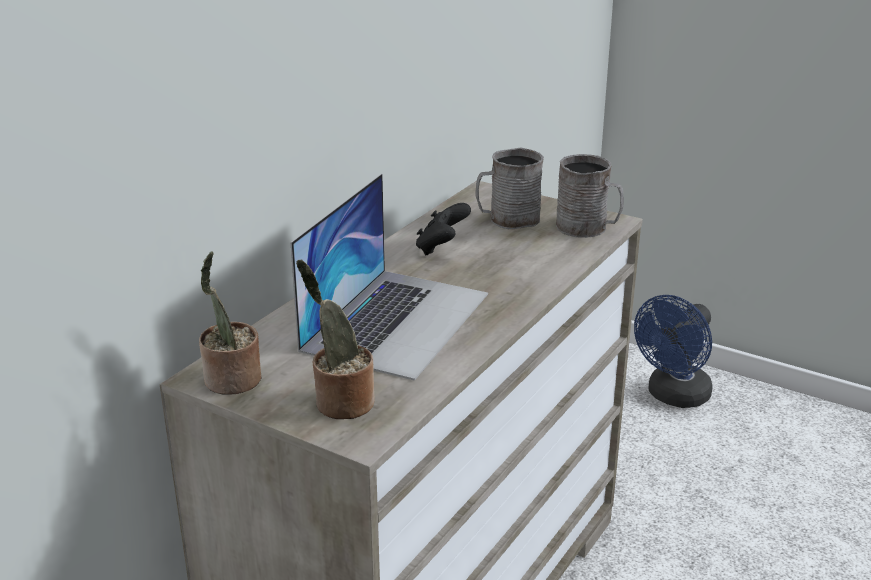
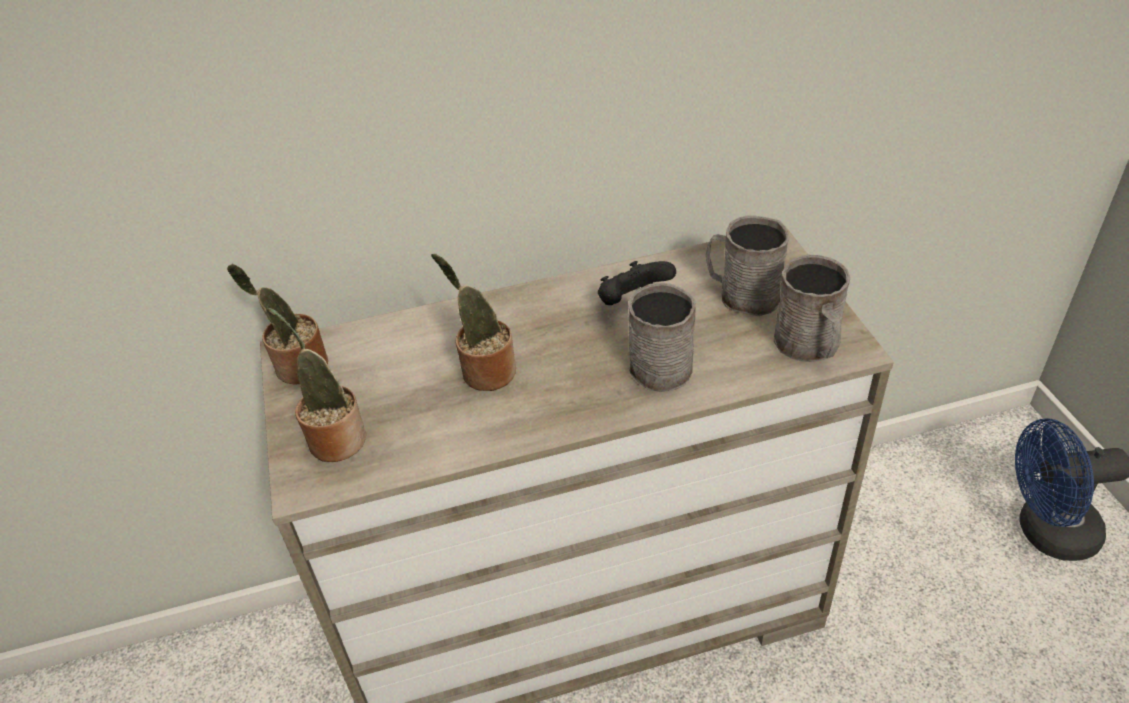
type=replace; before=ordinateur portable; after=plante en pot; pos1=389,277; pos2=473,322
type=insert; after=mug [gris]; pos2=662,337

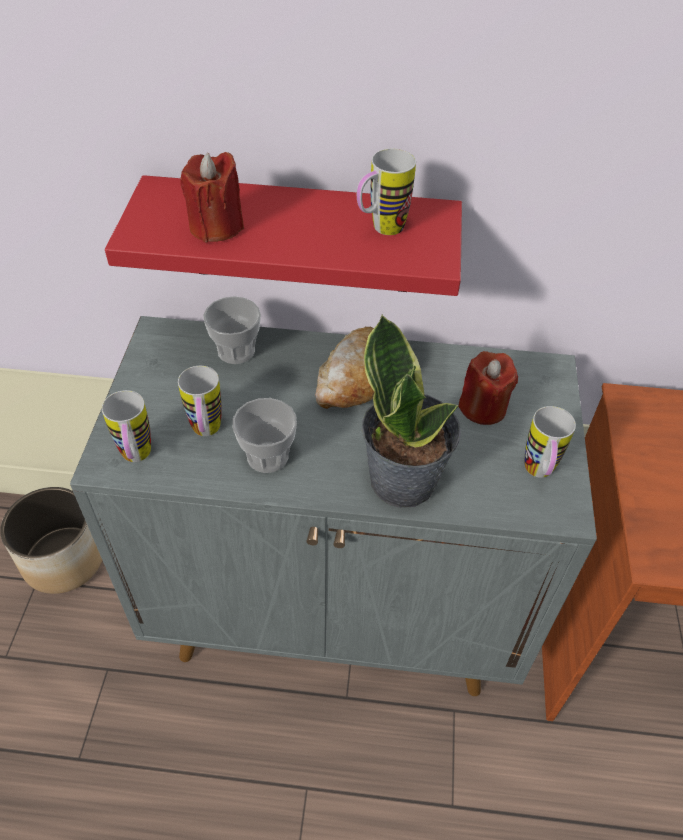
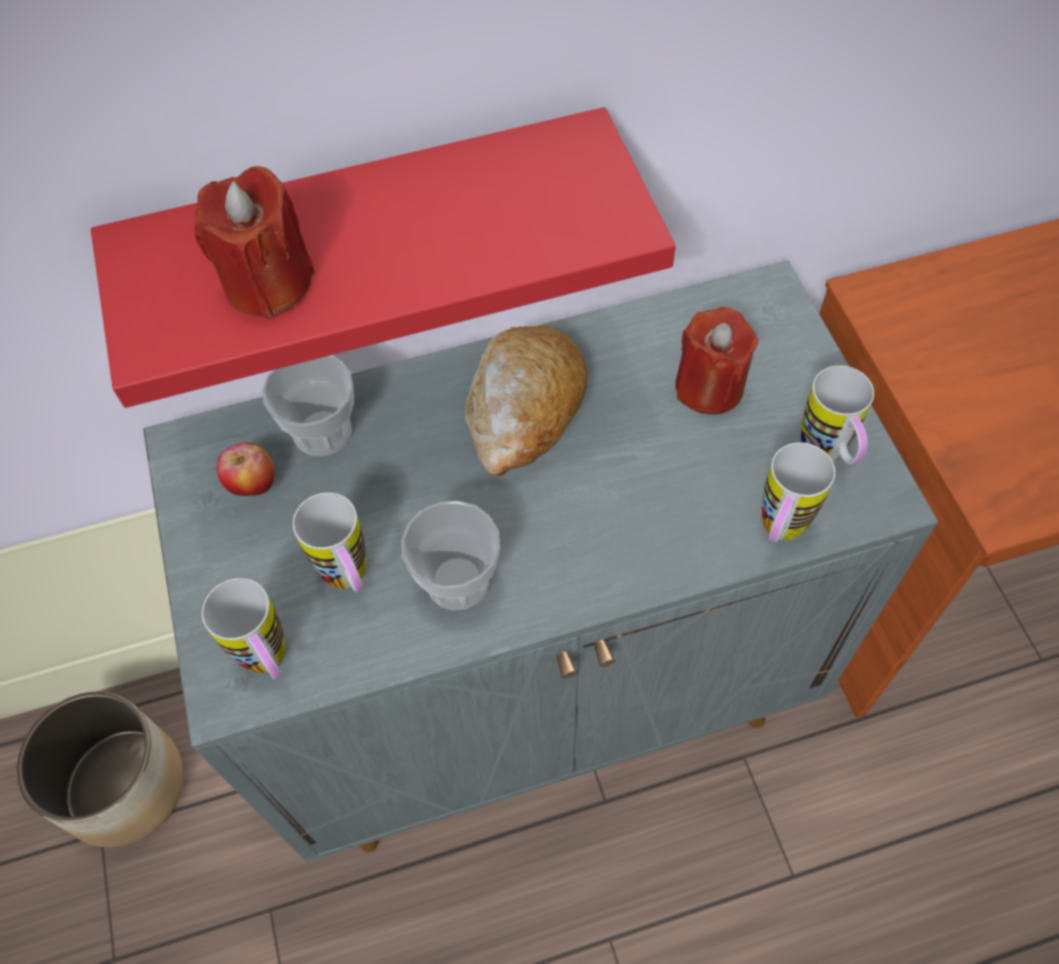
type=insert; after=pomme; pos2=245,469
type=move; before=mug; pos1=386,192; pos2=798,492
type=delete; before=plante en pot; pos1=411,411

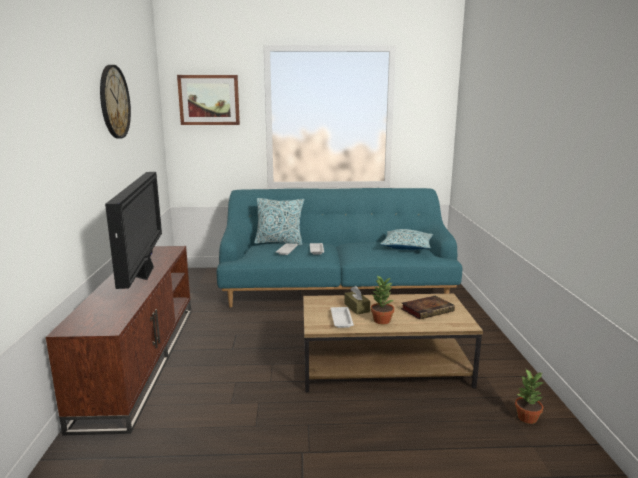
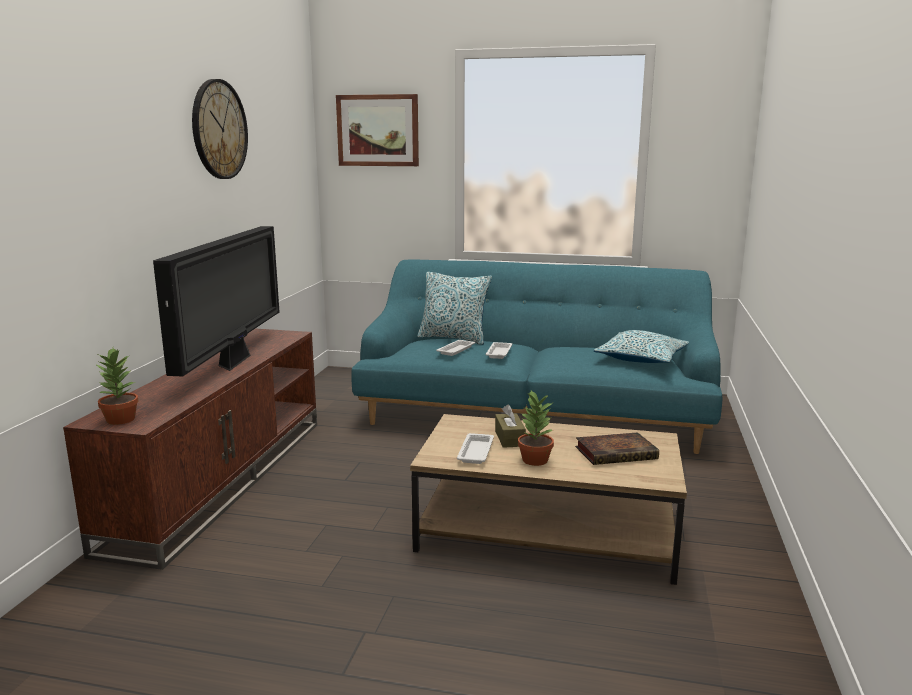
type=move; before=plante en pot; pos1=530,396; pos2=117,386

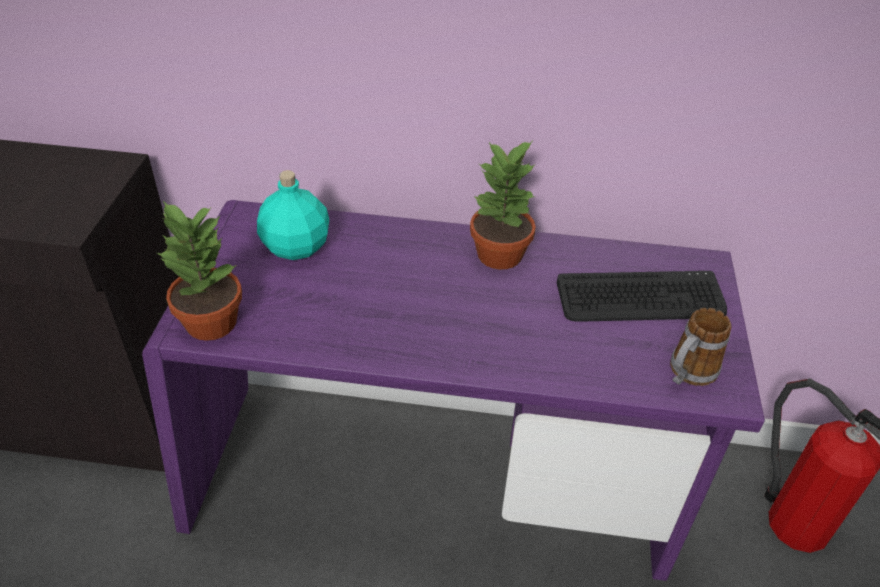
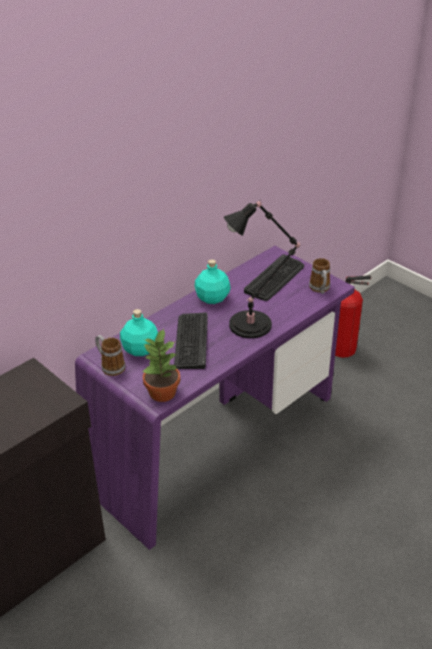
type=insert; after=mug; pos2=110,355
type=insert; after=clavier; pos2=191,340
type=replace; before=plante en pot; after=bouteille [turquoise]; pos1=503,205; pos2=212,281
type=insert; after=lampe de table [noir]; pos2=262,269

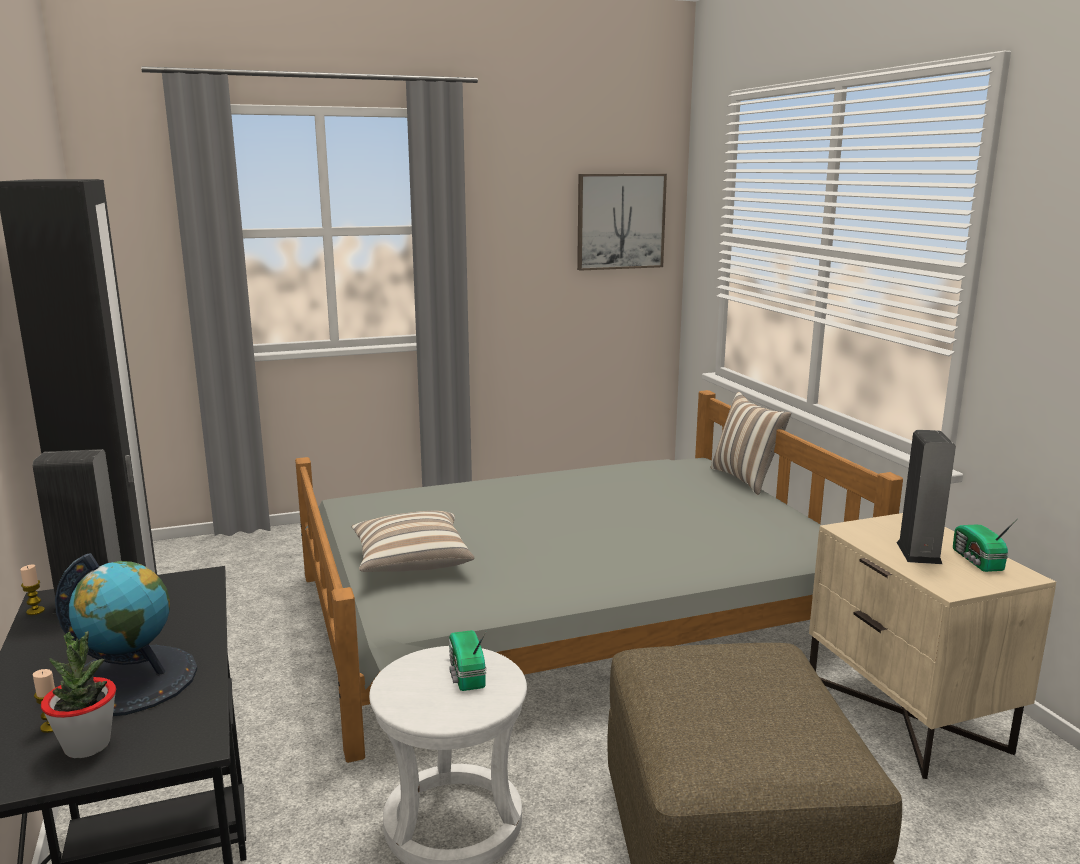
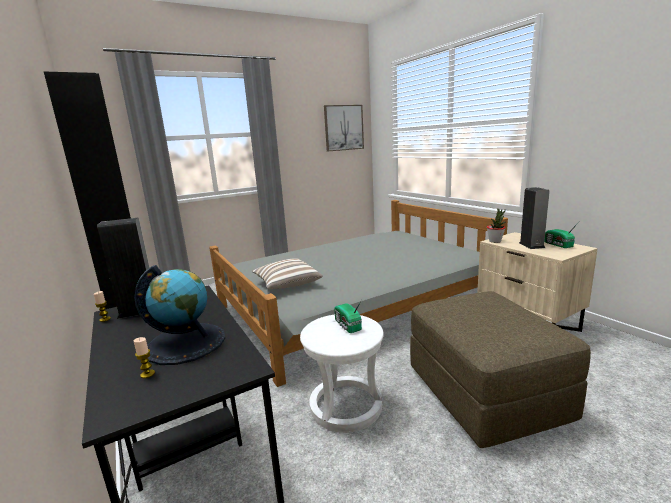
type=move; before=plante en pot; pos1=78,694; pos2=496,226
type=delete; before=coussin; pos1=751,443

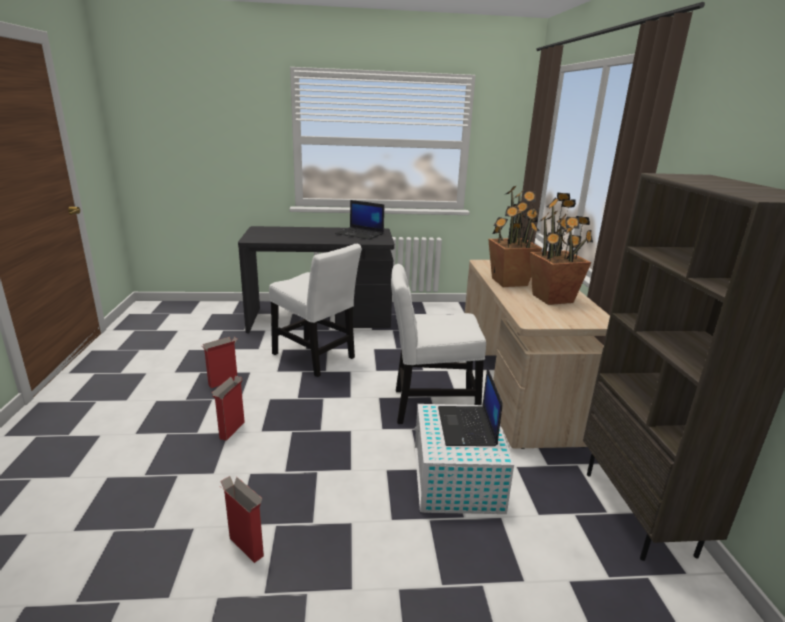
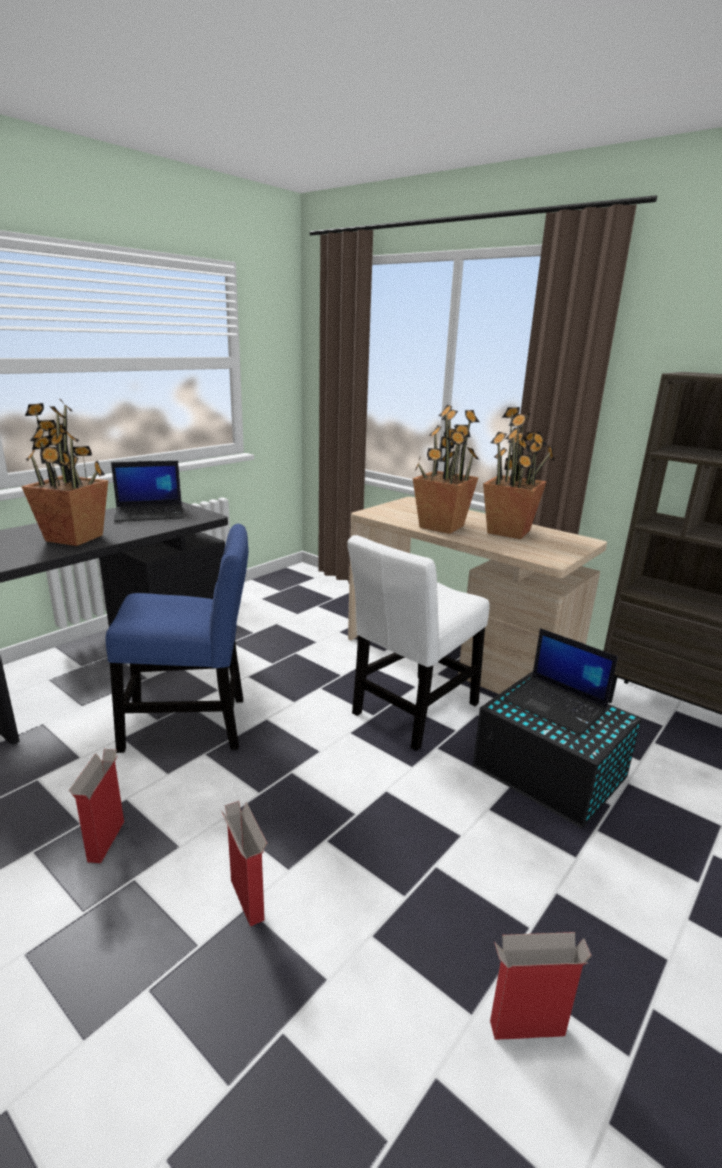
type=insert; after=plante en pot; pos2=64,472
type=recolor; before=chaise [blanc]; after=chaise [bleu]; pos1=315,310; pos2=177,638
type=recolor; before=boîte de rangement [blanc]; after=boîte de rangement [noir]; pos1=464,459; pos2=557,750

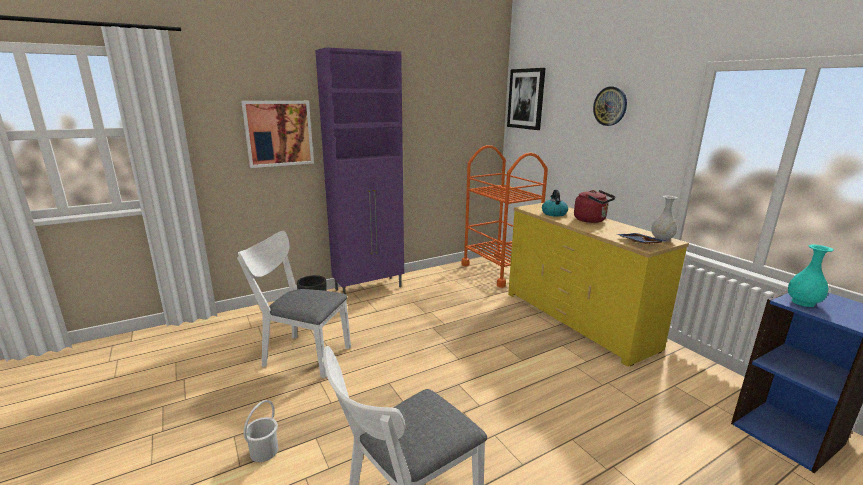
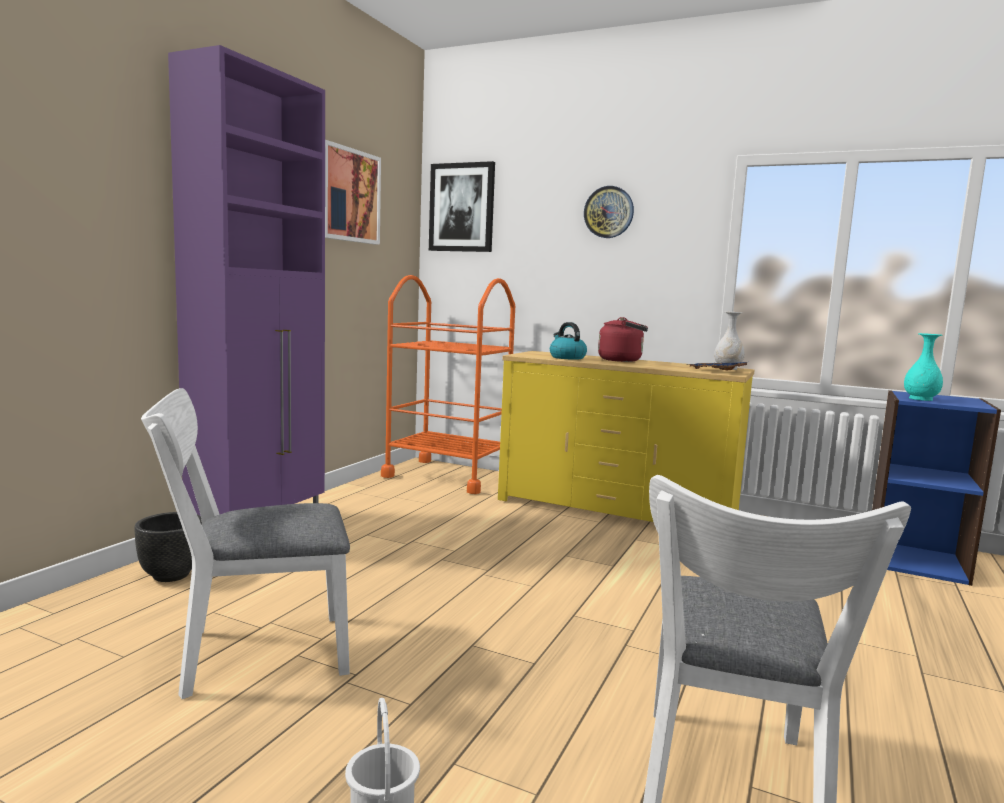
type=move; before=tableau; pos1=277,134; pos2=353,192

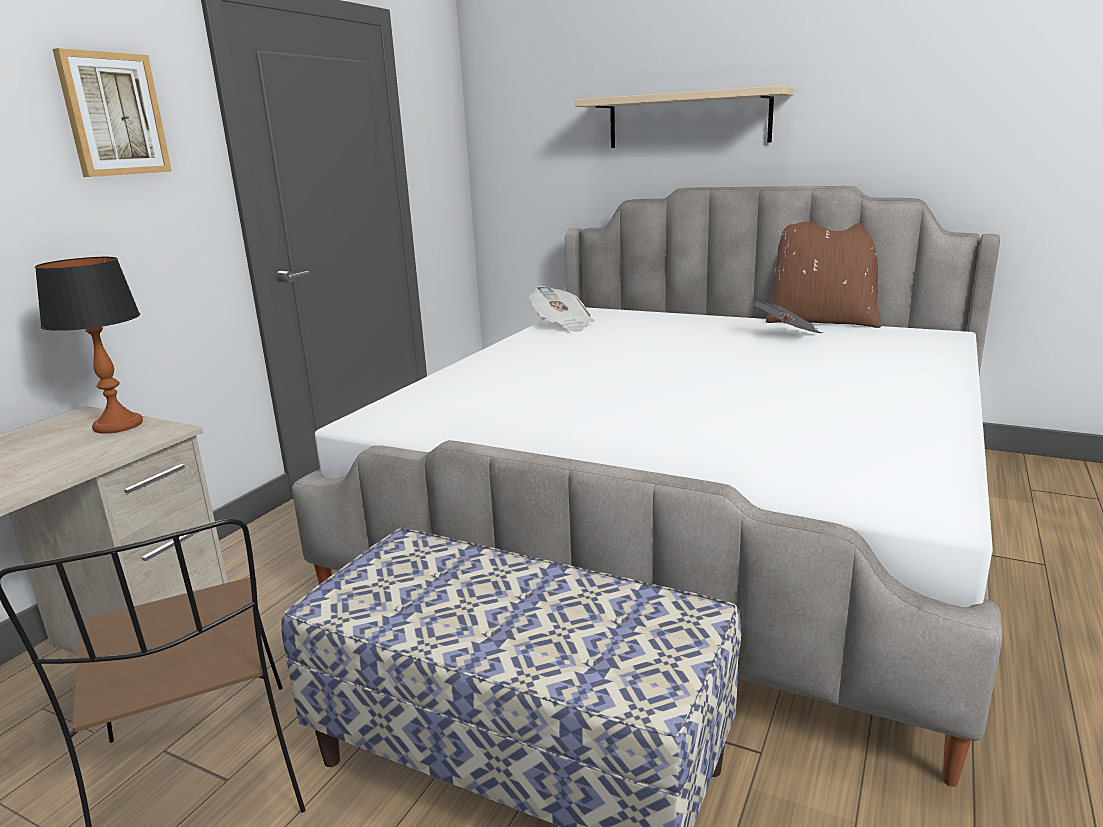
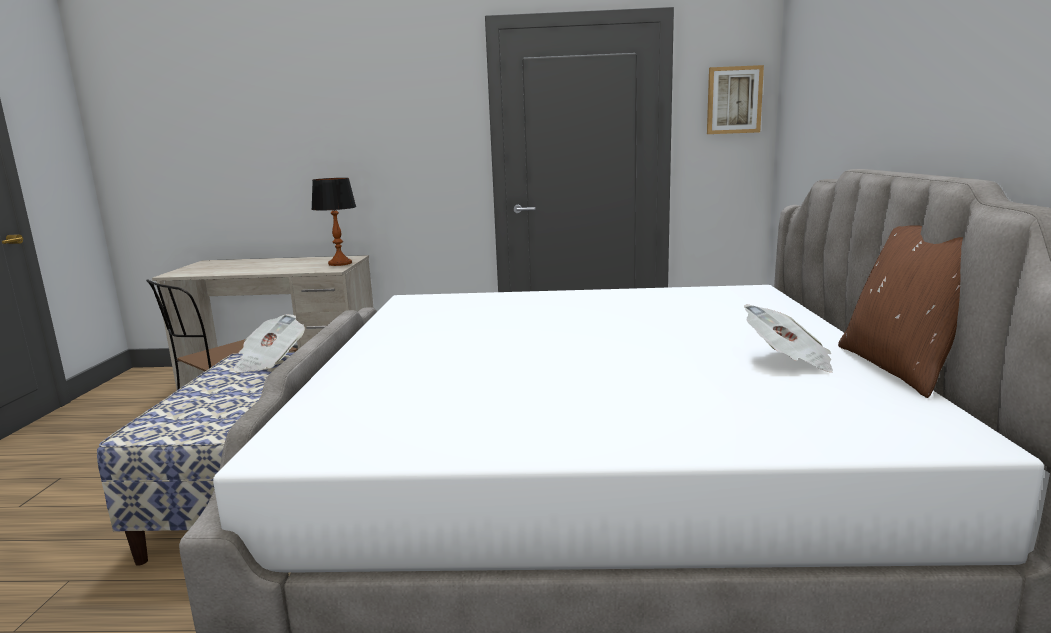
type=move; before=journal; pos1=561,309; pos2=269,343
type=move; before=tableau; pos1=112,112; pos2=735,99
type=delete; before=étagère [beige]; pos1=684,117

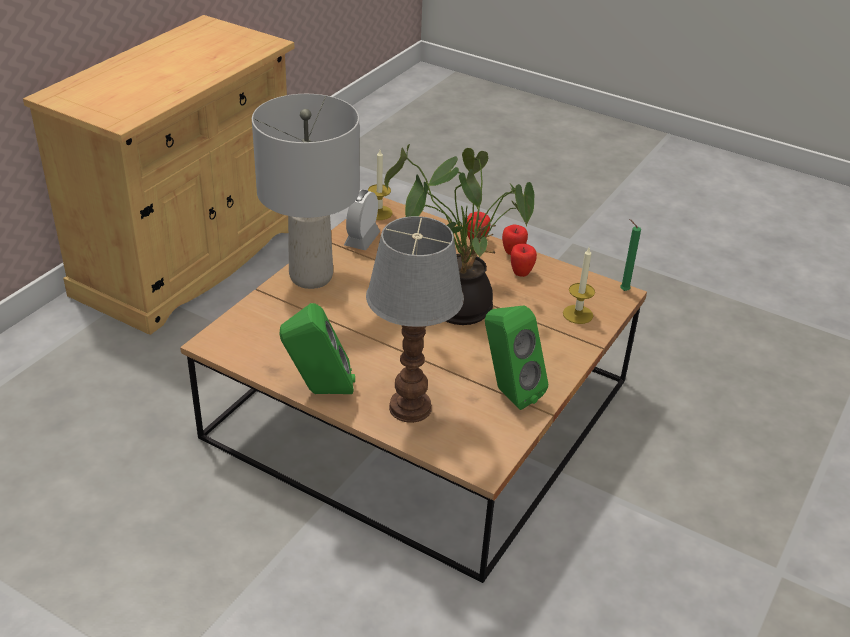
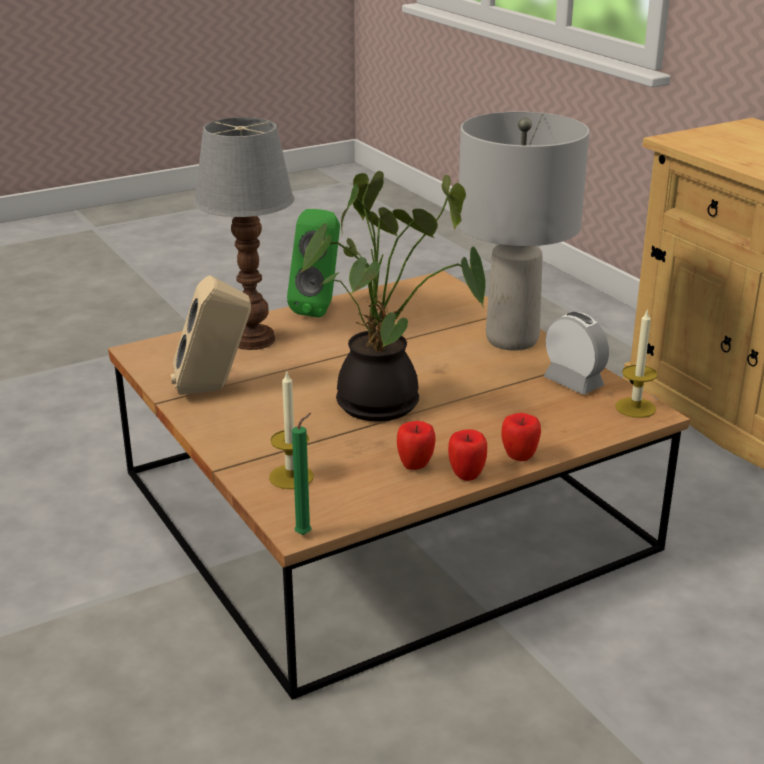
type=recolor; before=enceinte [vert]; after=enceinte [beige]; pos1=516,357; pos2=211,335

